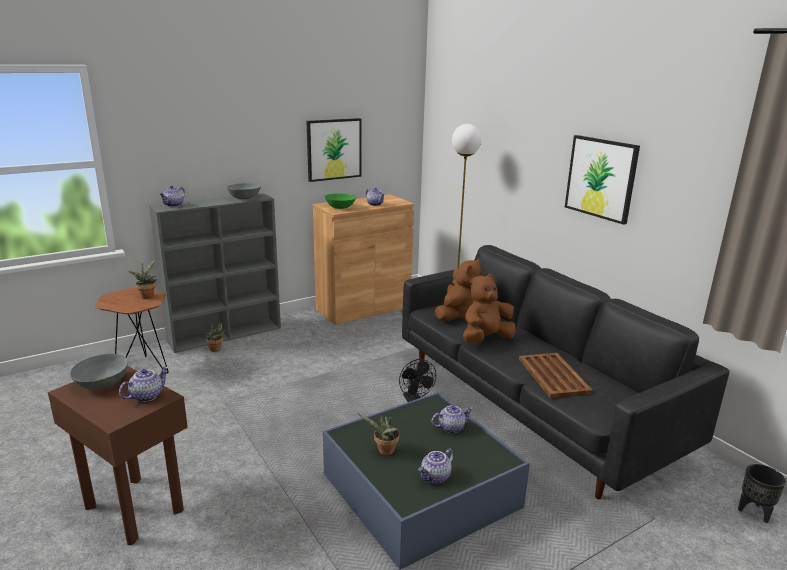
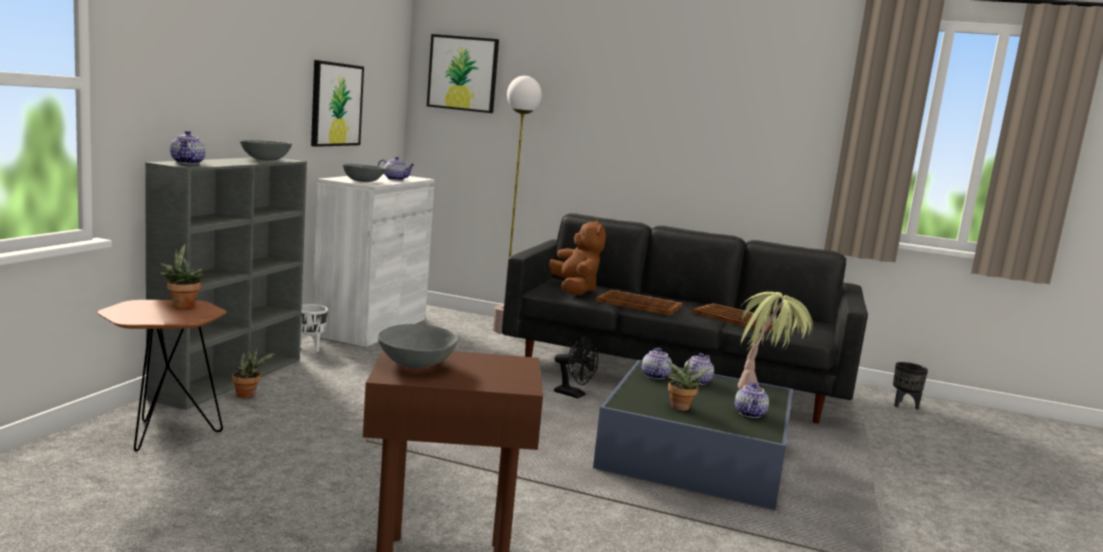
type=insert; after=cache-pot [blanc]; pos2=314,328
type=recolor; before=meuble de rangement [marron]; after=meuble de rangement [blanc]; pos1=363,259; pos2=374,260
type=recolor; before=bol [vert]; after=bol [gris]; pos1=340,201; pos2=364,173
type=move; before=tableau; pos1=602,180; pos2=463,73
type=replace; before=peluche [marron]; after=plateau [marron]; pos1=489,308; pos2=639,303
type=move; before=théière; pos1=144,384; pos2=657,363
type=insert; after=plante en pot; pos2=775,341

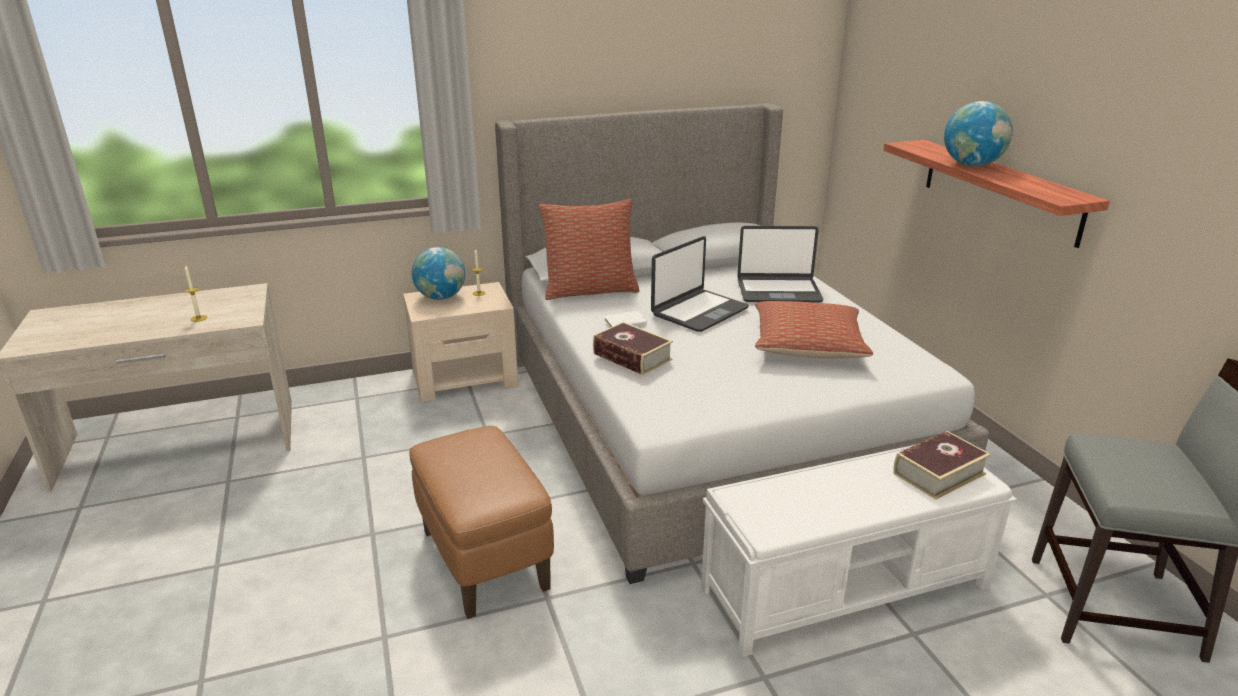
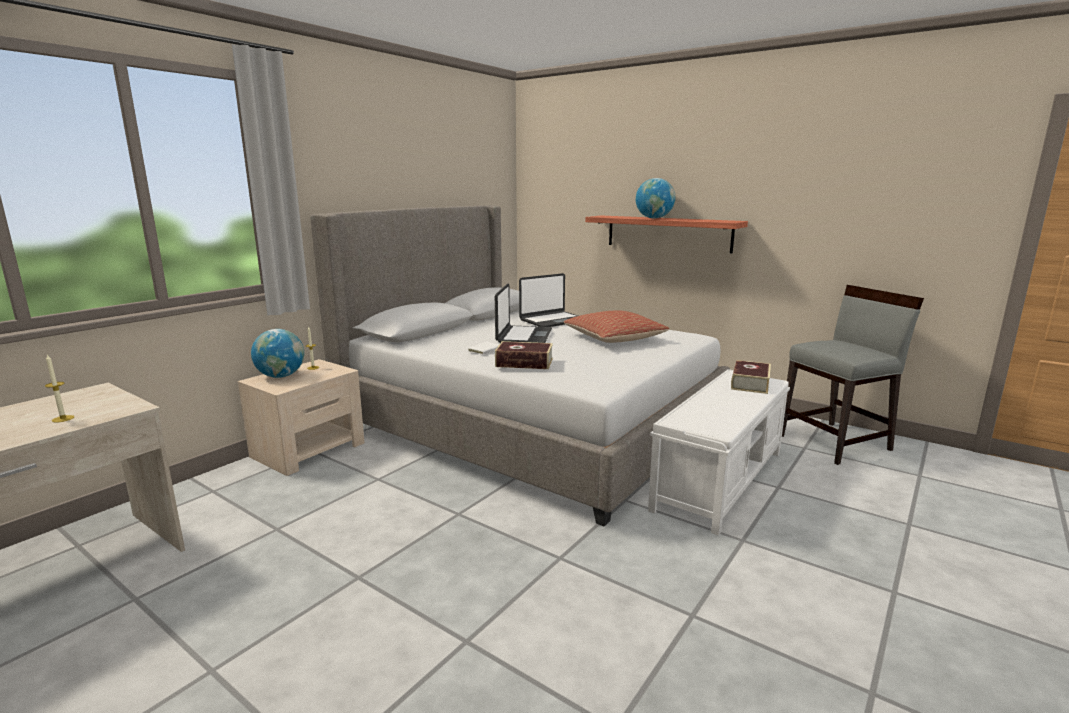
type=delete; before=pouf [marron]; pos1=481,522
type=delete; before=coussin; pos1=588,249

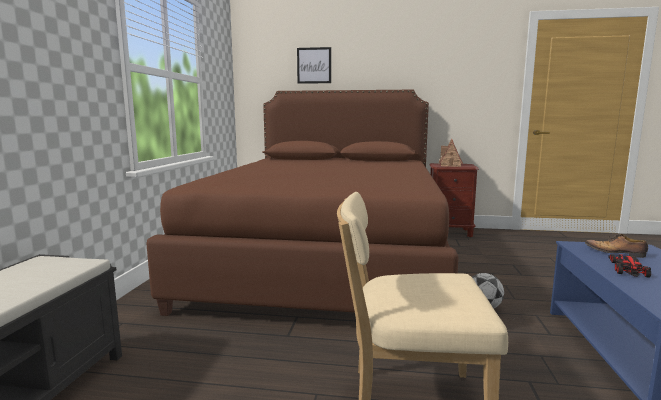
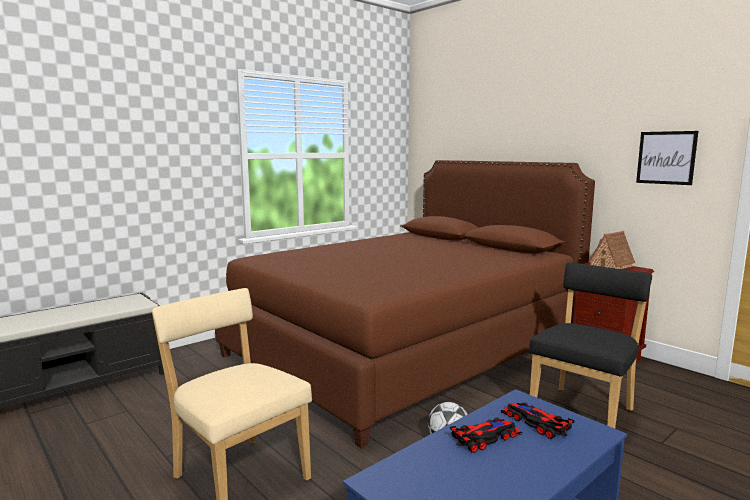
type=replace; before=chaussure; after=petite voiture; pos1=616,246; pos2=538,420
type=insert; after=chaise [noir]; pos2=590,345
type=move; before=tableau; pos1=314,65; pos2=667,158

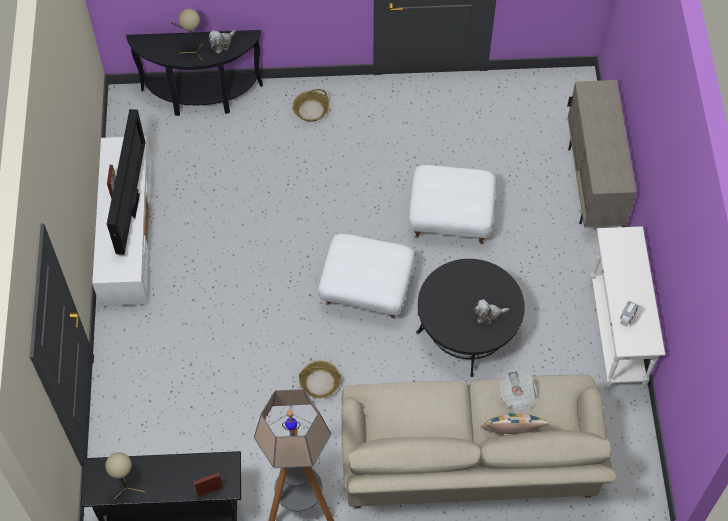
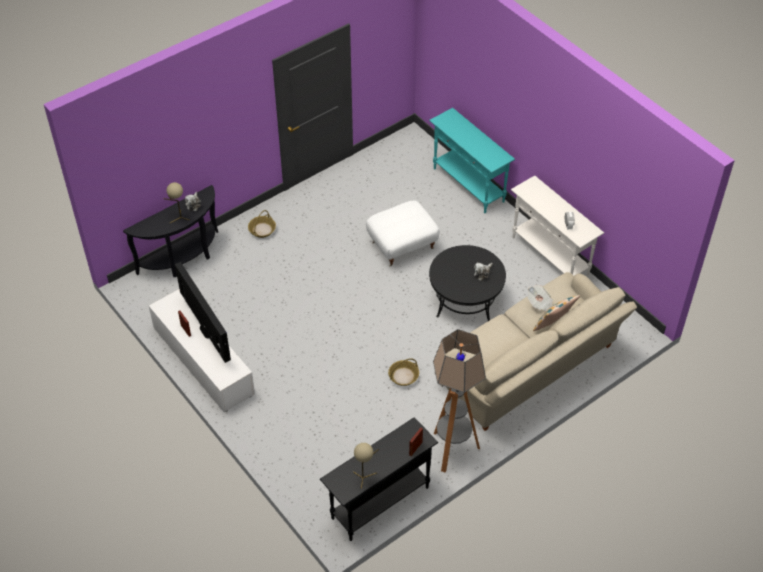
type=replace; before=meuble de rangement [beige]; after=table console [turquoise]; pos1=602,153; pos2=472,160
type=delete; before=pouf [blanc]; pos1=366,276

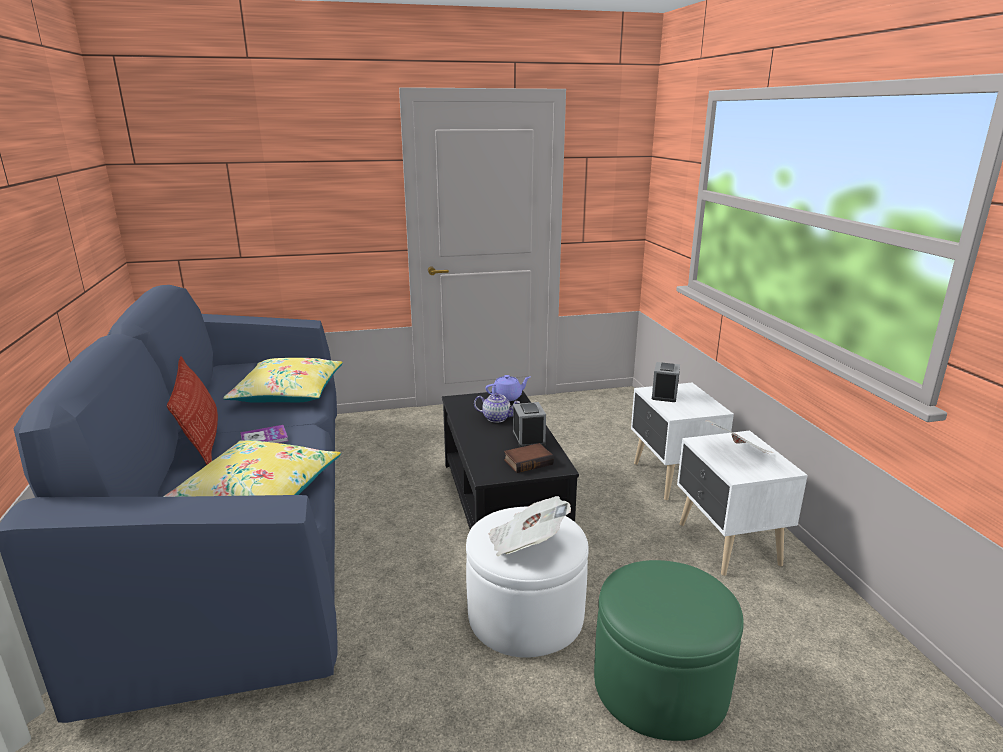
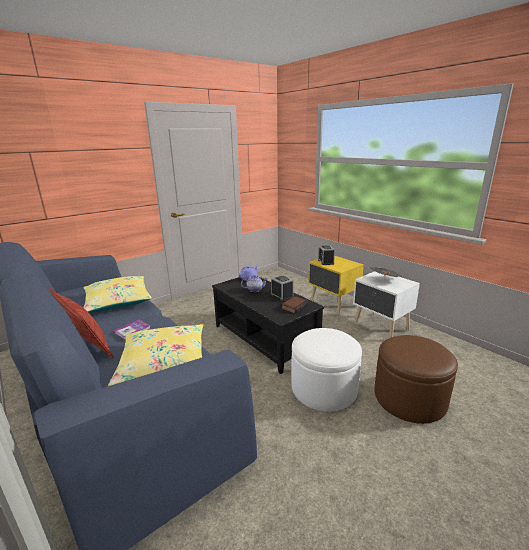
type=recolor; before=table de chevet [blanc]; after=table de chevet [jaune]; pos1=682,441; pos2=336,285
type=recolor; before=pouf [vert]; after=pouf [marron]; pos1=669,650; pos2=416,379
type=delete; before=journal; pos1=530,526

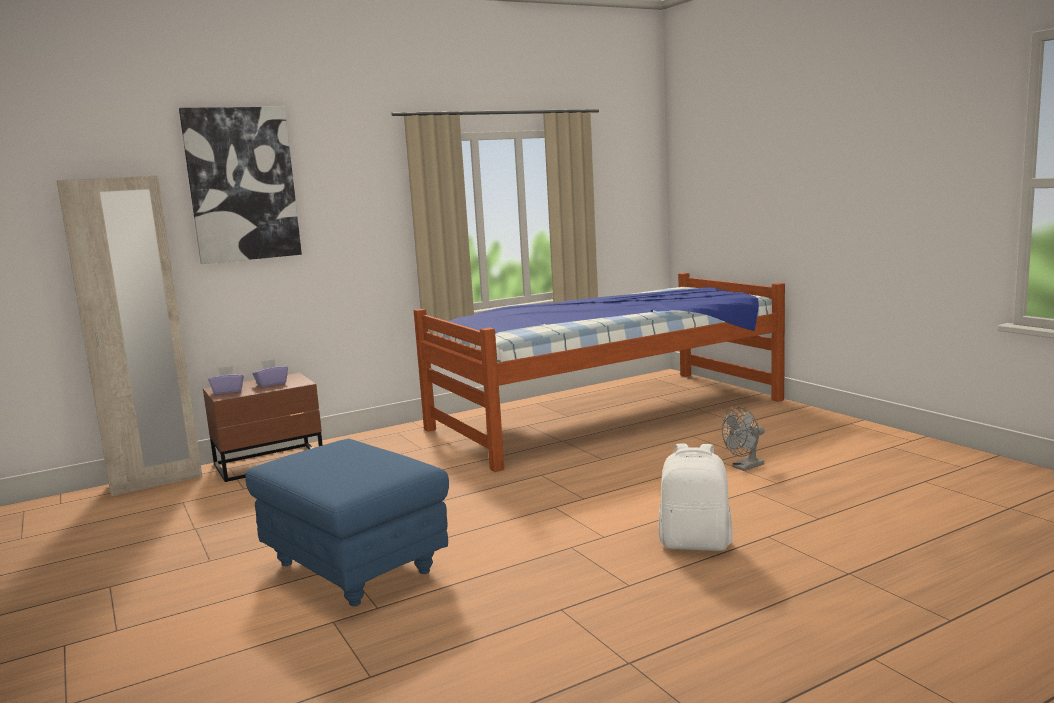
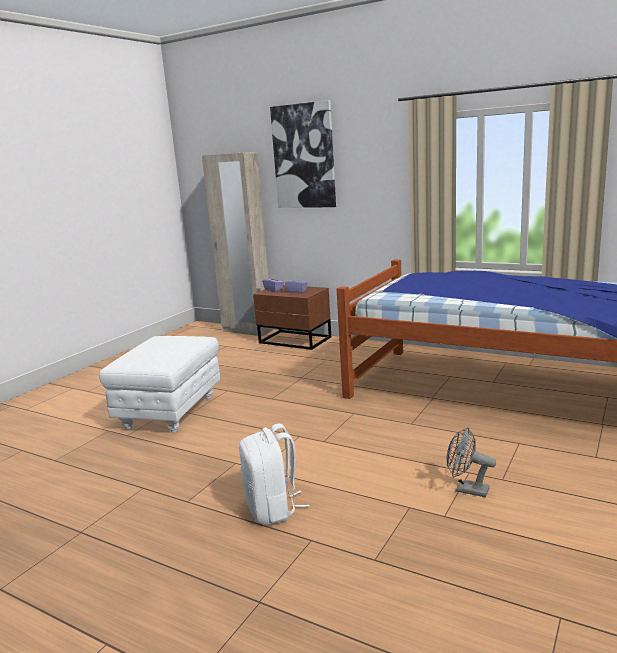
type=recolor; before=pouf [bleu]; after=pouf [blanc]; pos1=347,522; pos2=159,384

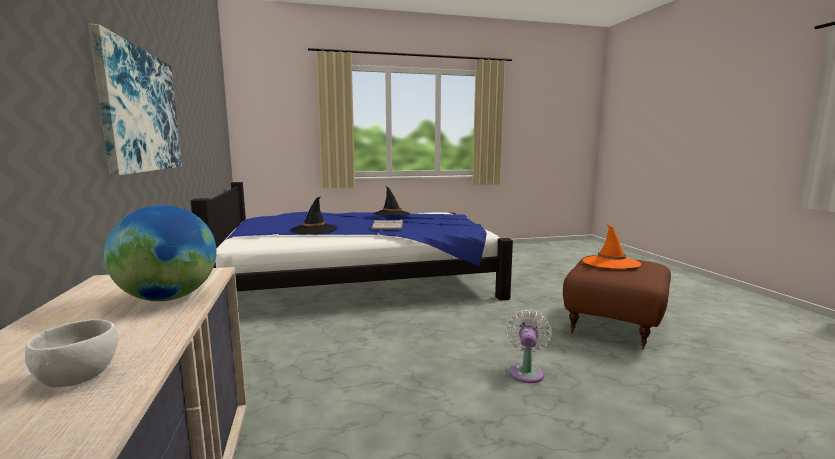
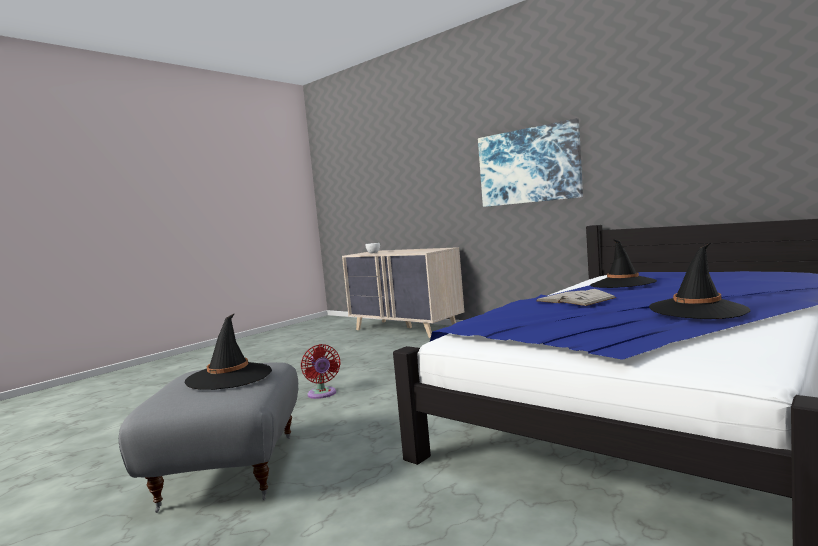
type=recolor; before=pouf [marron]; after=pouf [gris]; pos1=617,302; pos2=208,437
type=recolor; before=chapeau [orange]; after=chapeau [noir]; pos1=612,247; pos2=228,351
type=recolor; before=ventilateur [blanc]; after=ventilateur [rouge]; pos1=529,346; pos2=321,371
type=delete; before=globe; pos1=160,253

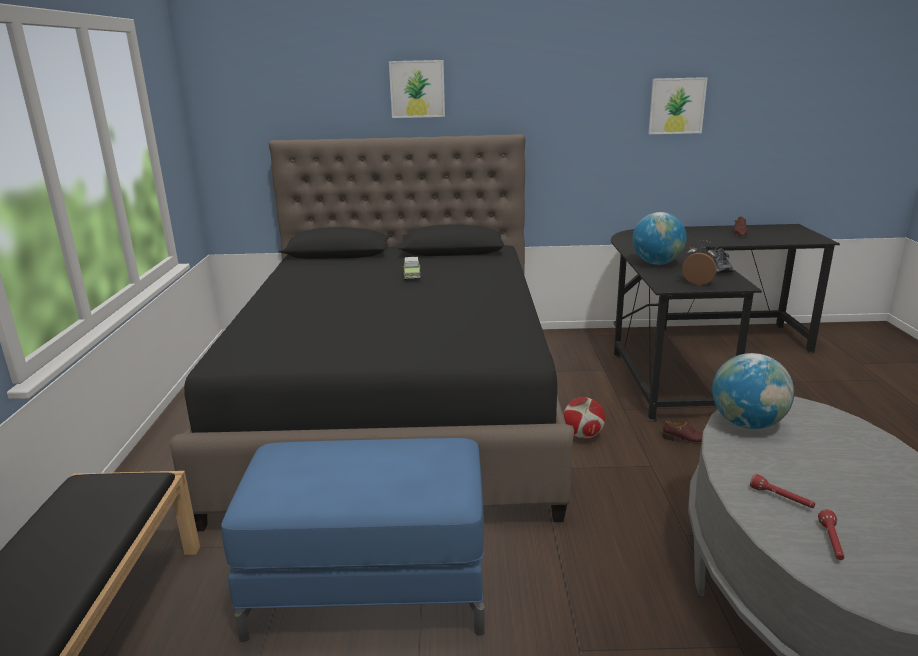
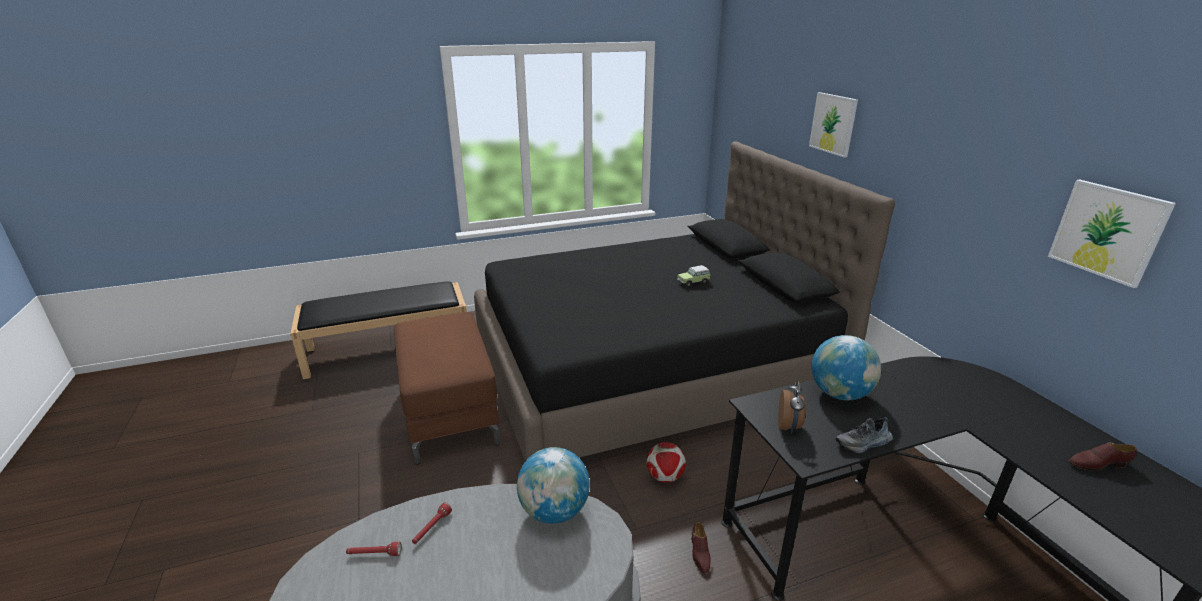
type=recolor; before=pouf [bleu]; after=pouf [marron]; pos1=353,540; pos2=447,388

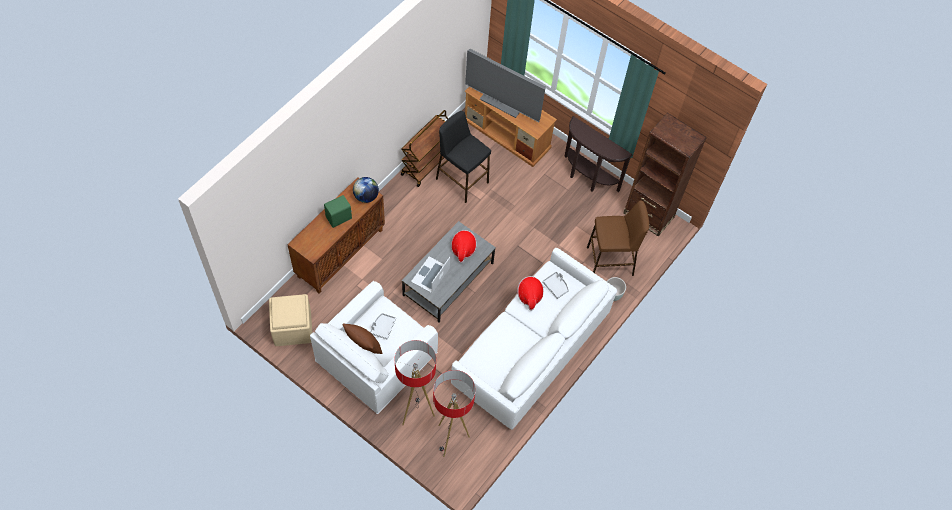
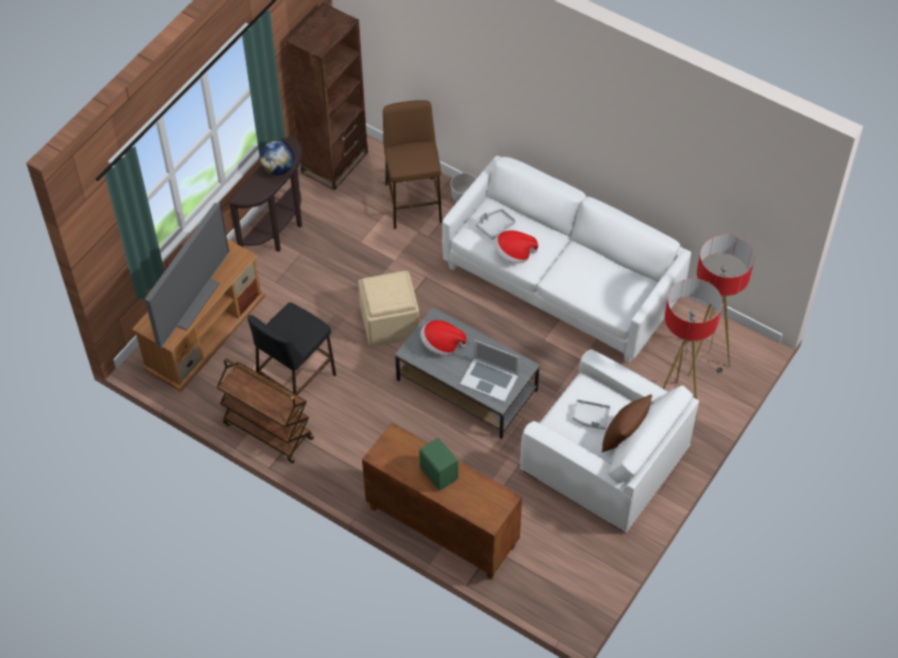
type=move; before=globe; pos1=366,190; pos2=277,158
type=move; before=pouf [beige]; pos1=290,320; pos2=389,309

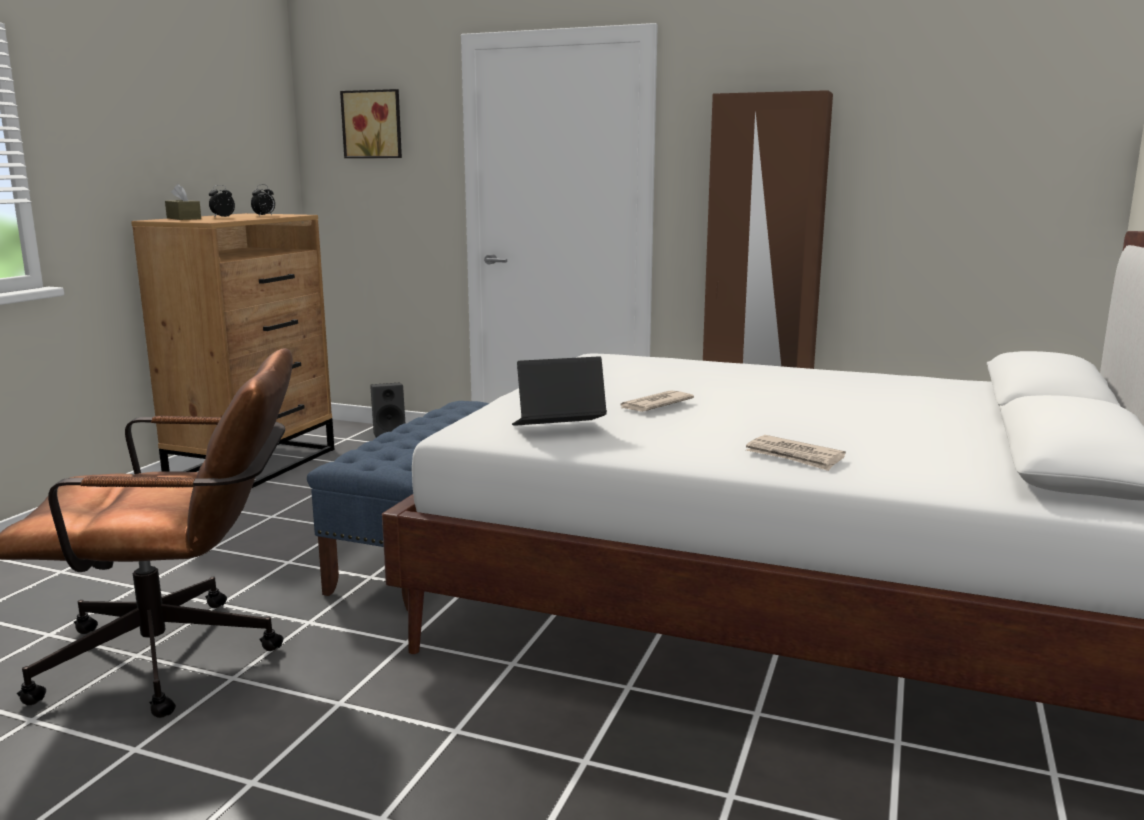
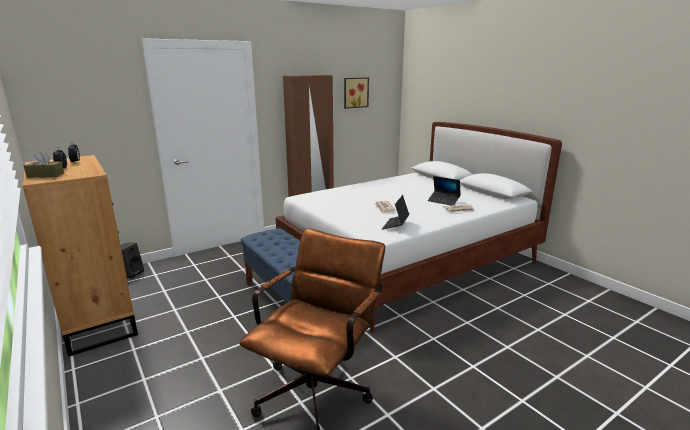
type=move; before=tableau; pos1=371,123; pos2=356,93
type=insert; after=ordinateur portable; pos2=444,190

